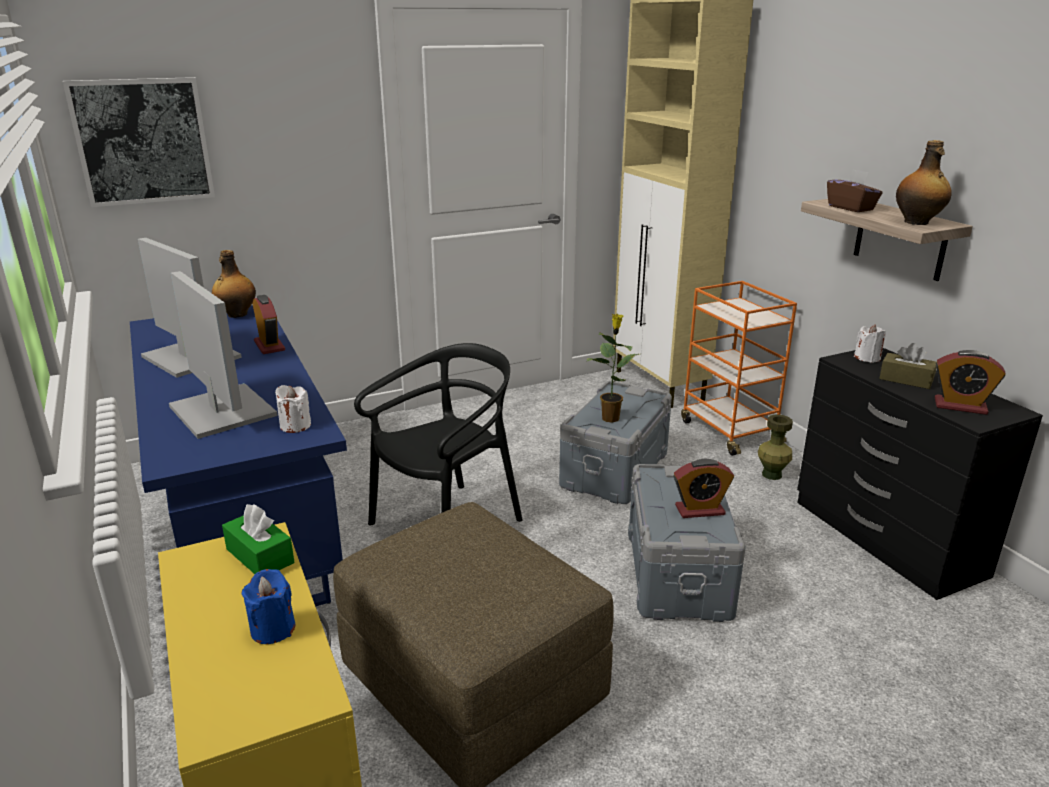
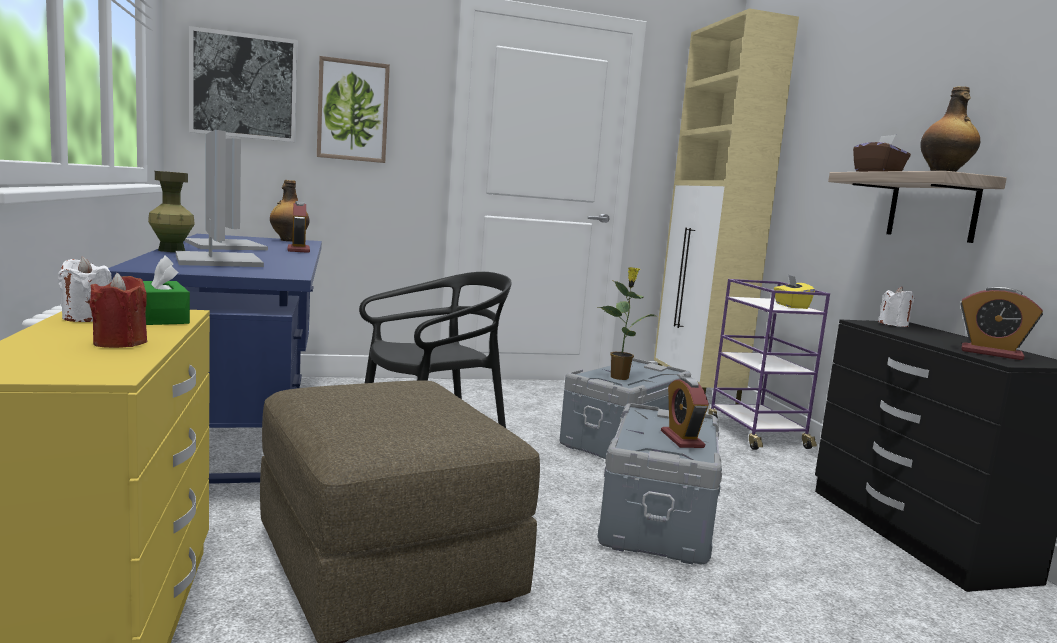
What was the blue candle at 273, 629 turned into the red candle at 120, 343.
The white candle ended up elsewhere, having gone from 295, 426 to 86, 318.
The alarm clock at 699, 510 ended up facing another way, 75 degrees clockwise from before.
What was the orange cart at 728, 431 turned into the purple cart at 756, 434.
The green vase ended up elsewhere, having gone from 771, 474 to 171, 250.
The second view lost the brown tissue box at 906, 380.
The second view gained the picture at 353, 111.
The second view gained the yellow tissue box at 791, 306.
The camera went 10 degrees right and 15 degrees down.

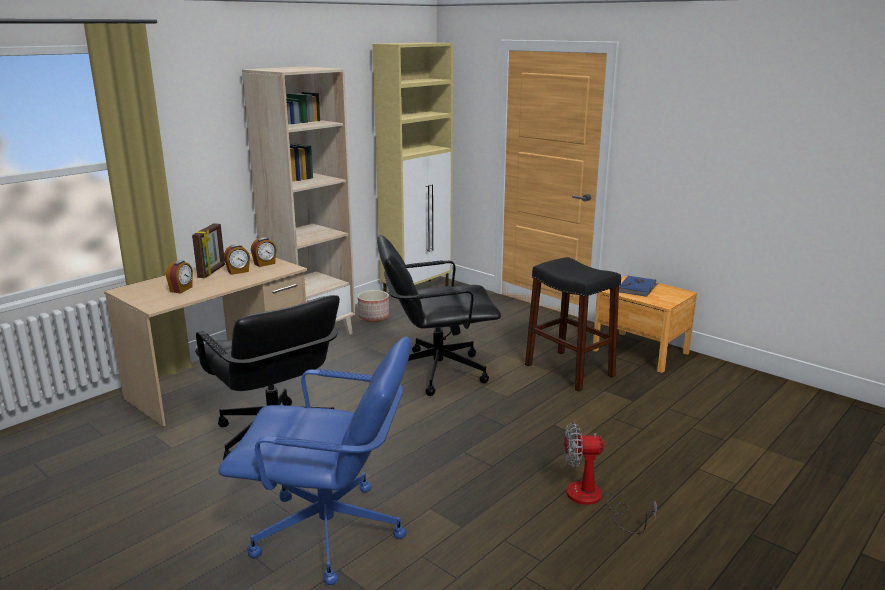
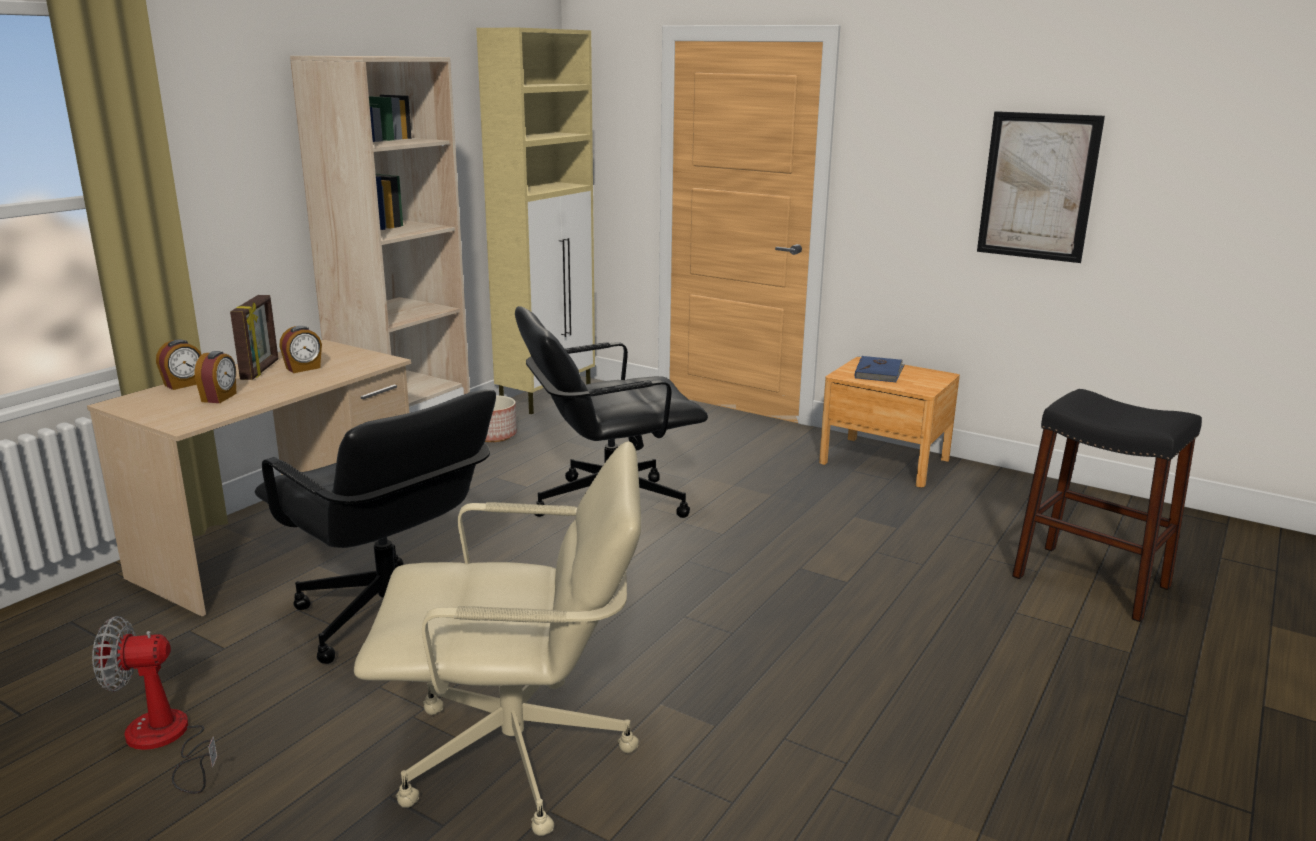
What was the blue office chair at 330, 533 turned into the beige office chair at 518, 756.
The alarm clock ended up elsewhere, having gone from 265, 264 to 183, 384.
The black stool ended up elsewhere, having gone from 569, 370 to 1090, 581.
The fan ended up elsewhere, having gone from 594, 501 to 166, 741.
The second view gained the picture at 1038, 186.
The camera went 10 degrees left and 0 degrees up.

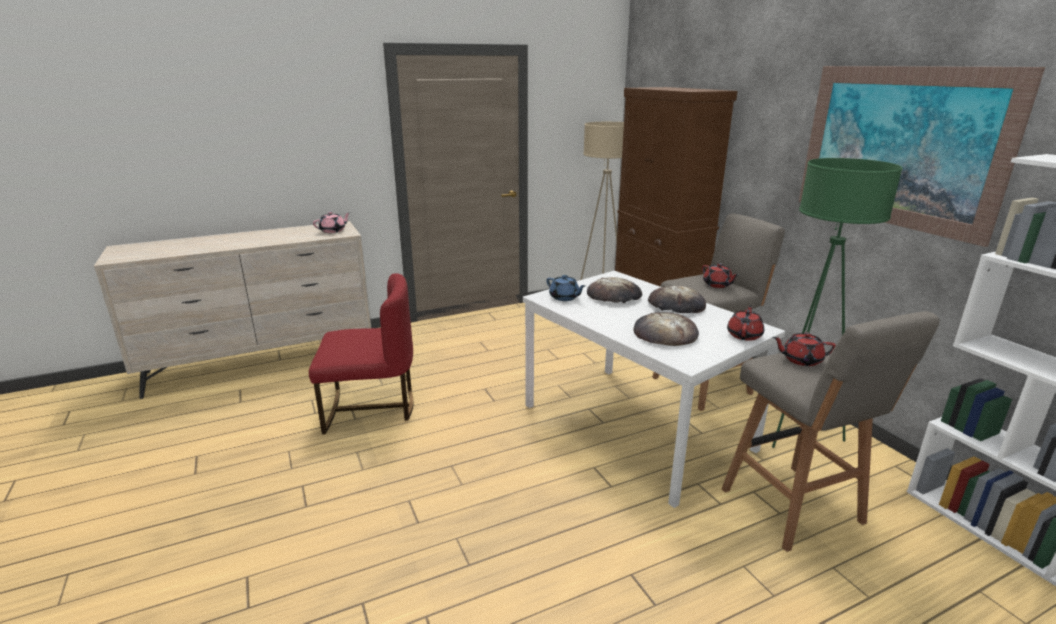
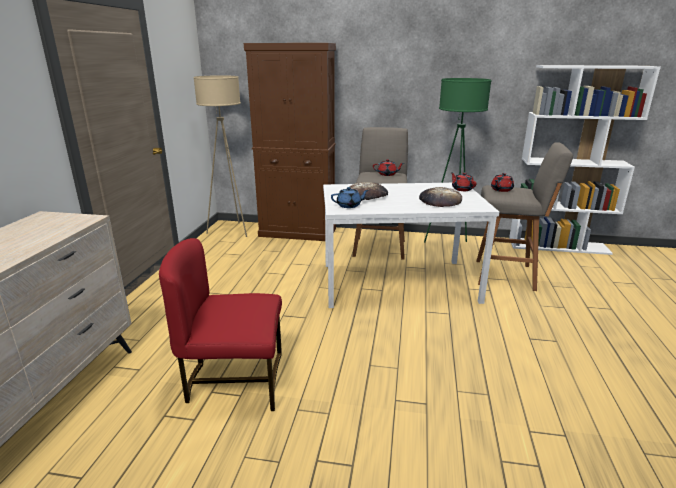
The red chair at 370, 408 ended up facing another way, 120 degrees counterclockwise from before.
The second view lost the pink teapot at 333, 231.
The second view lost the bread at 676, 305.
The second view lost the picture at 899, 147.
The camera went 55 degrees left and 0 degrees up.

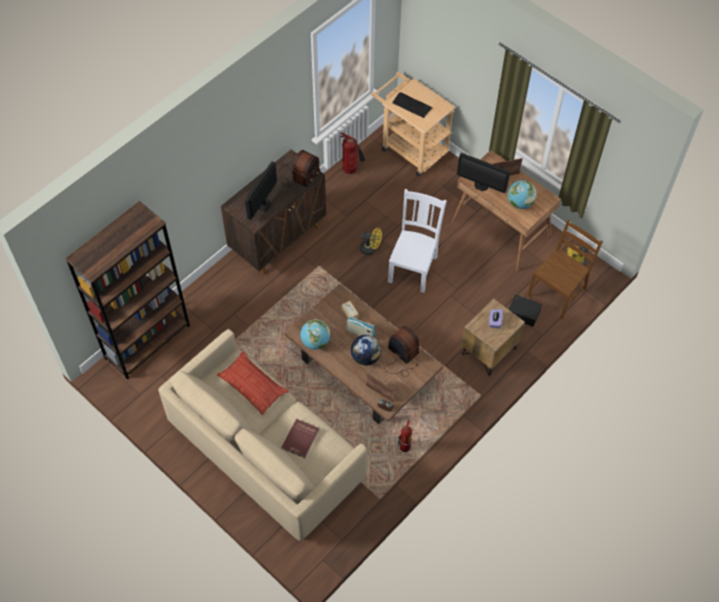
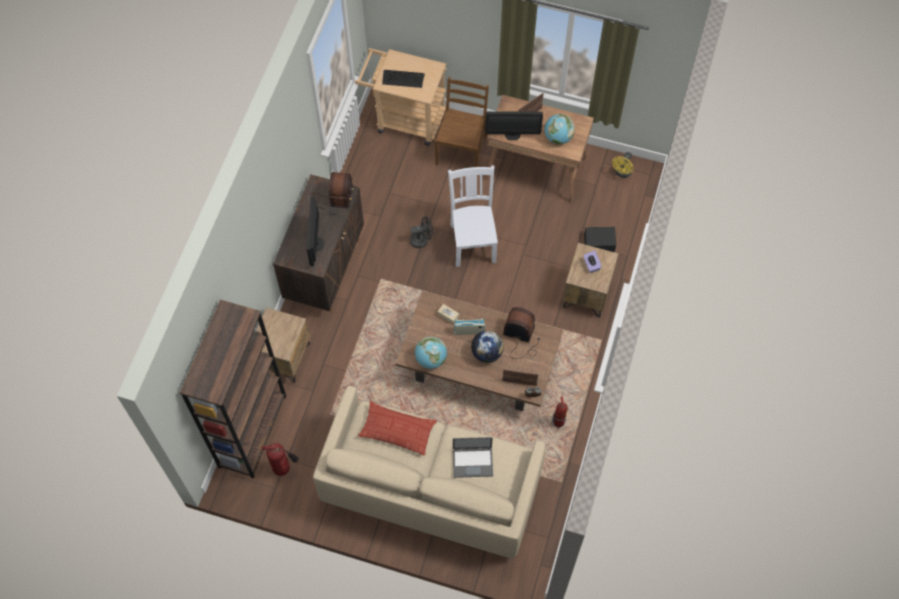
Where the red book stood at 301, 439, the laptop came to stand at 473, 462.
The fire extinguisher ended up elsewhere, having gone from 351, 170 to 284, 468.
What was the yellow fan at 371, 249 turned into the black fan at 422, 240.
The brown chair ended up elsewhere, having gone from 557, 292 to 461, 150.
The second view gained the brown nightstand at 283, 357.
The camera went 25 degrees left and 5 degrees up.

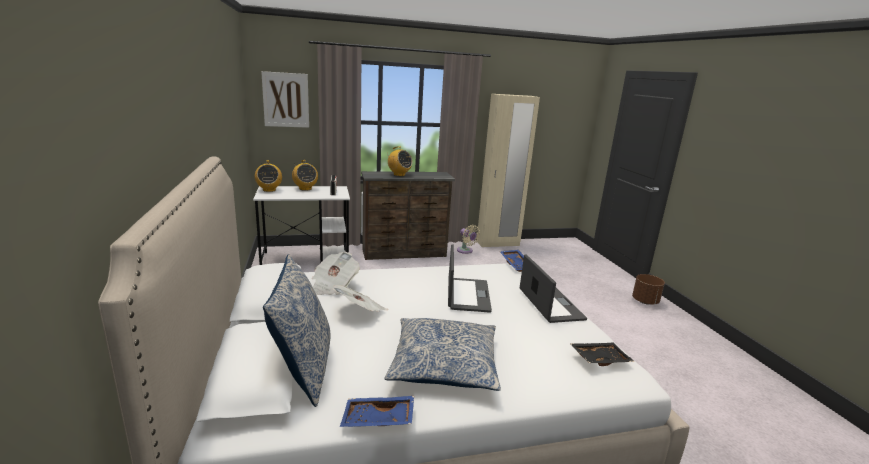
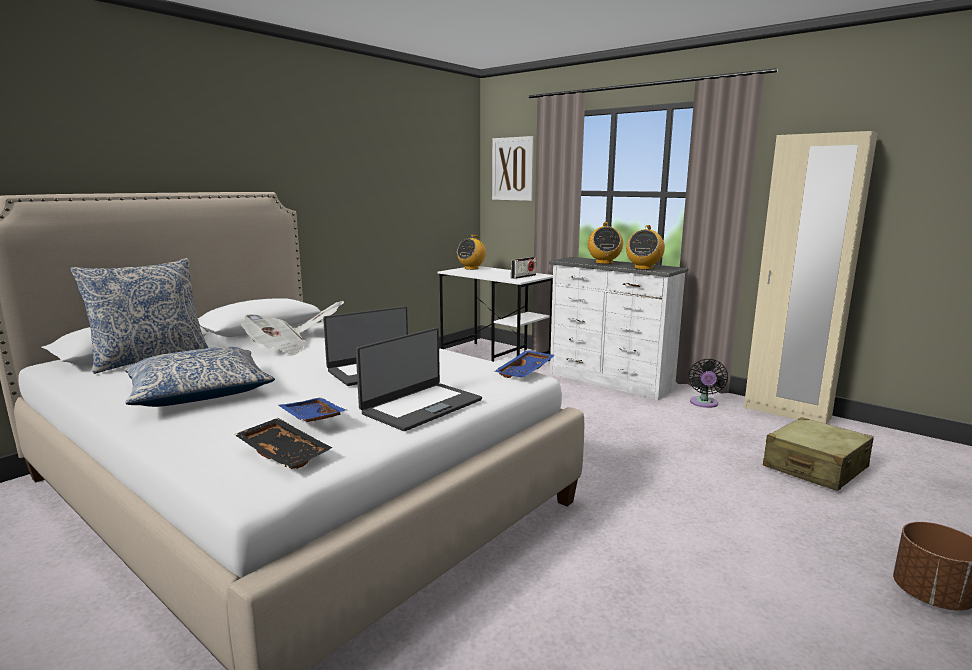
The radio ended up elsewhere, having gone from 305, 188 to 643, 268.
The blue tray ended up elsewhere, having gone from 378, 420 to 311, 419.
What was the brown dresser at 405, 253 turned into the white dresser at 609, 381.
What was the beige fan at 466, 251 turned into the black fan at 704, 404.
The second view gained the beige suitcase at 815, 468.
The camera went 55 degrees right and 5 degrees down.

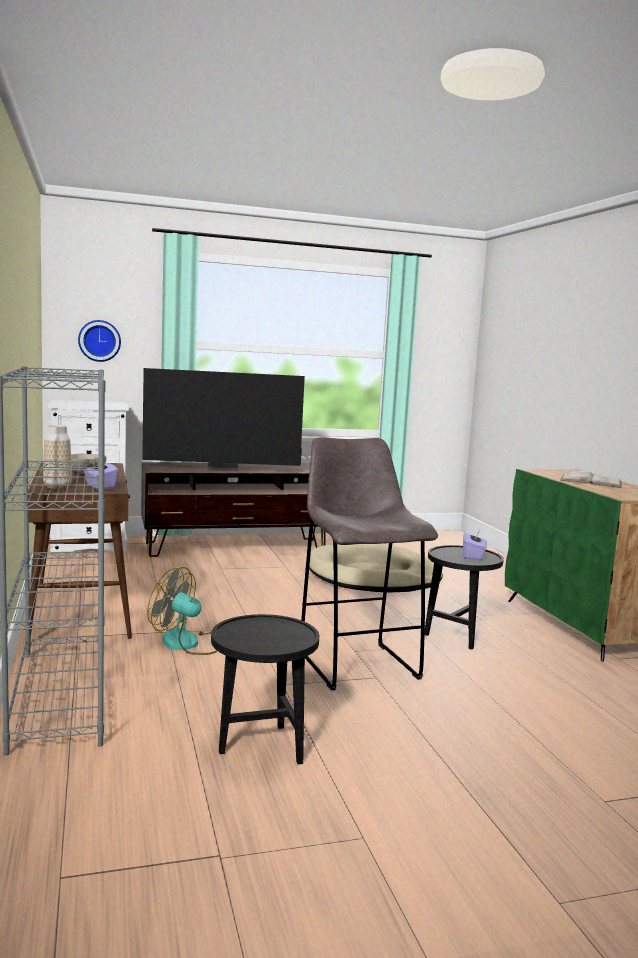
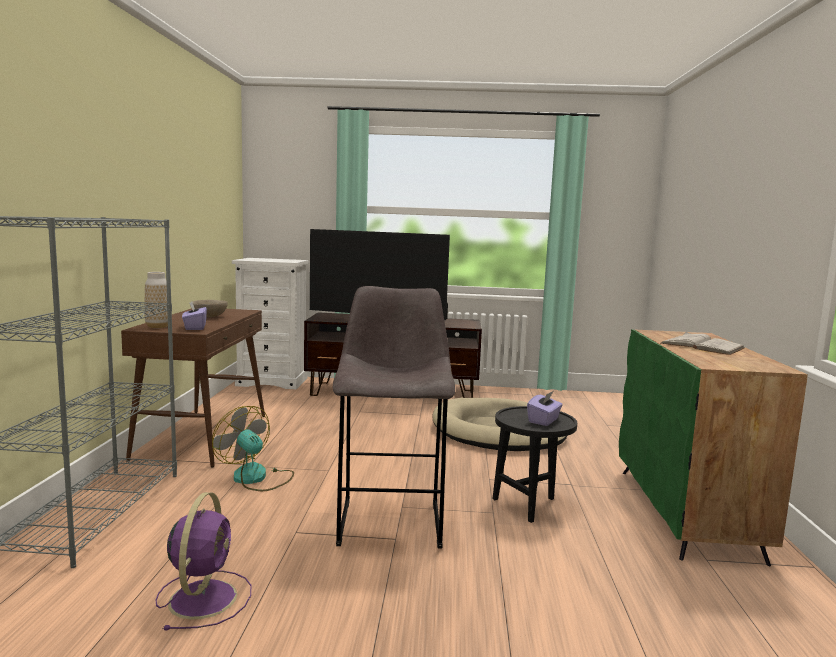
The second view lost the wall clock at 99, 341.
Where the black side table stood at 260, 747, the purple fan came to stand at 204, 597.
The camera went 20 degrees right and 0 degrees up.

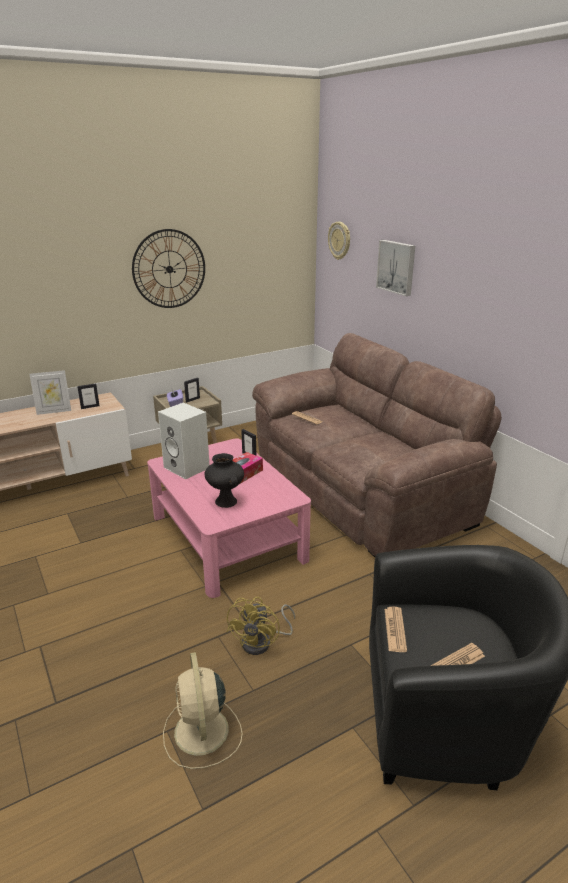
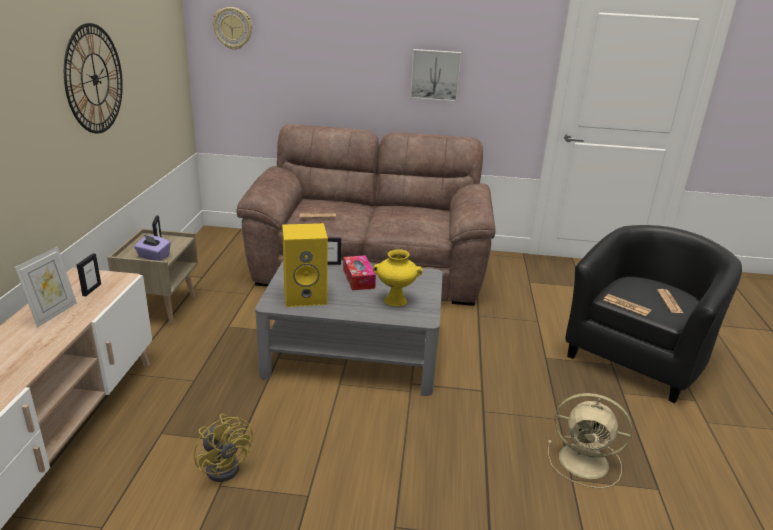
What was the pink coffee table at 227, 537 turned into the grey coffee table at 353, 352.
What was the white speaker at 188, 467 turned into the yellow speaker at 306, 296.
What was the black vase at 225, 501 turned into the yellow vase at 395, 301.
The yellow fan ended up elsewhere, having gone from 262, 642 to 226, 465.
The picture ended up elsewhere, having gone from 397, 267 to 435, 75.
The camera went 55 degrees left and 0 degrees up.

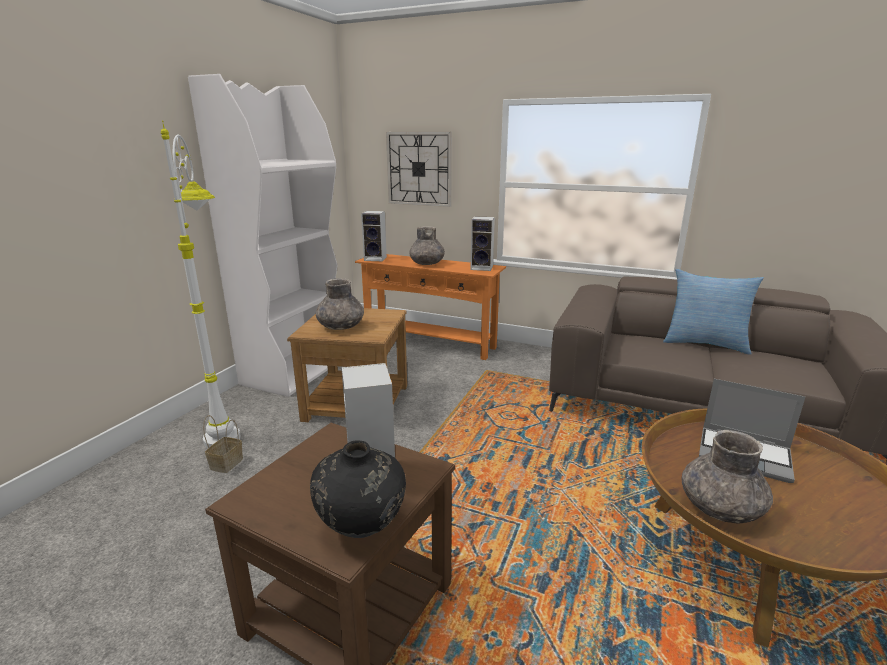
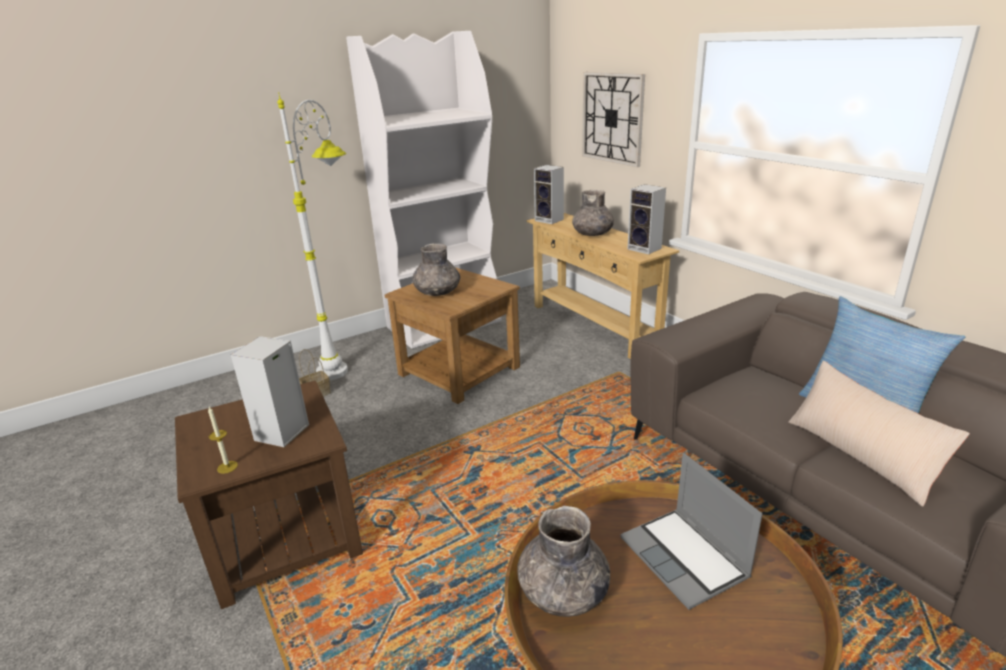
Where the black vase stood at 362, 528, the candle came to stand at 227, 467.
What was the orange console table at 430, 343 turned into the beige console table at 594, 325.
The second view gained the beige pillow at 861, 455.
The camera went 35 degrees right and 5 degrees up.

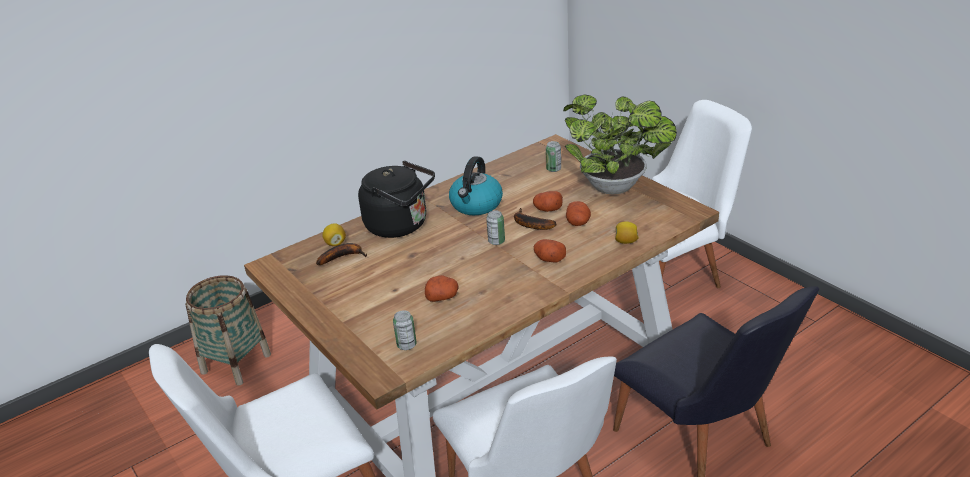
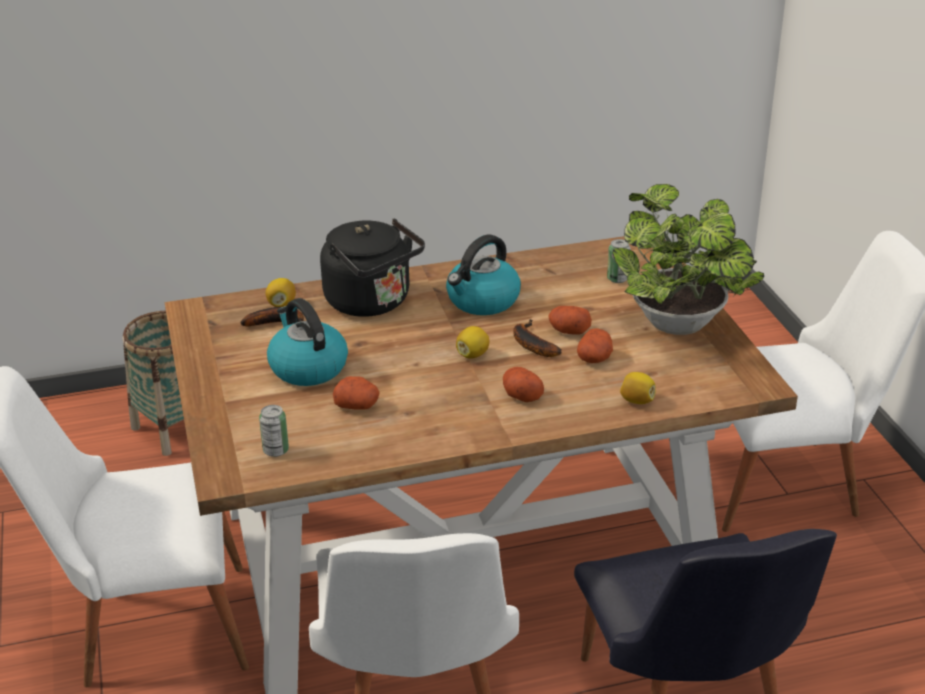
Where the can stood at 496, 241, the lemon came to stand at 472, 354.
The second view gained the kettle at 307, 367.
The camera went 20 degrees right and 0 degrees up.

